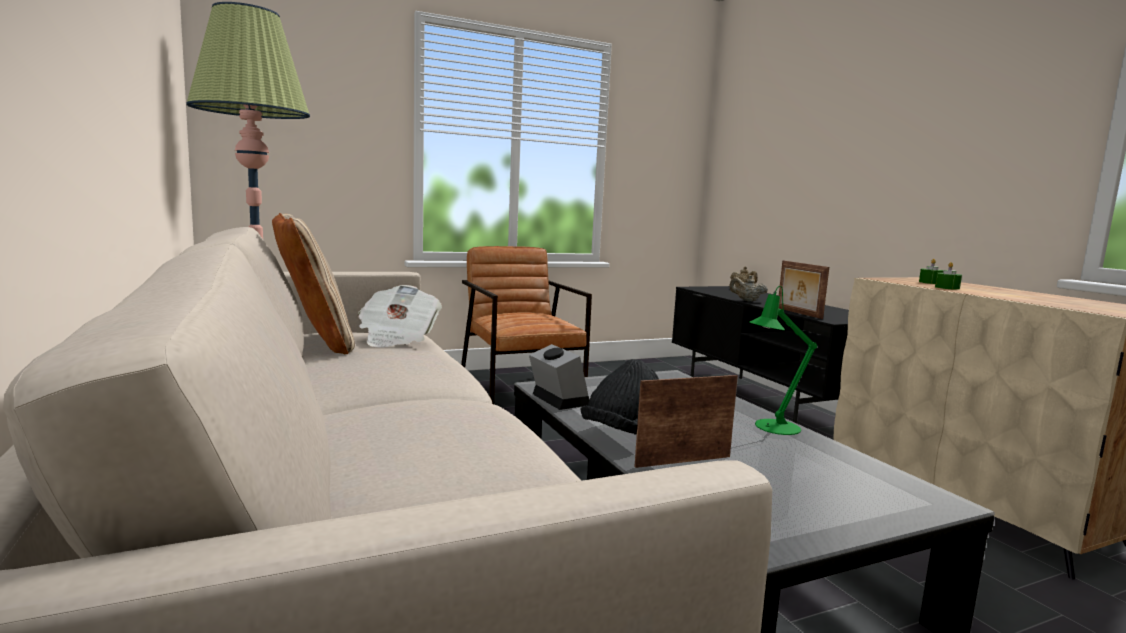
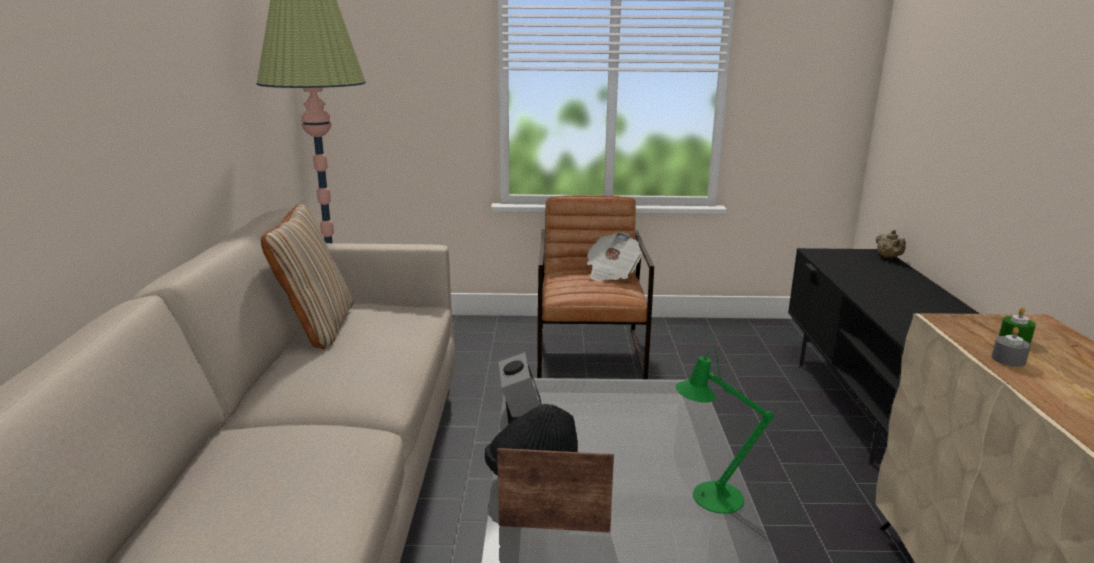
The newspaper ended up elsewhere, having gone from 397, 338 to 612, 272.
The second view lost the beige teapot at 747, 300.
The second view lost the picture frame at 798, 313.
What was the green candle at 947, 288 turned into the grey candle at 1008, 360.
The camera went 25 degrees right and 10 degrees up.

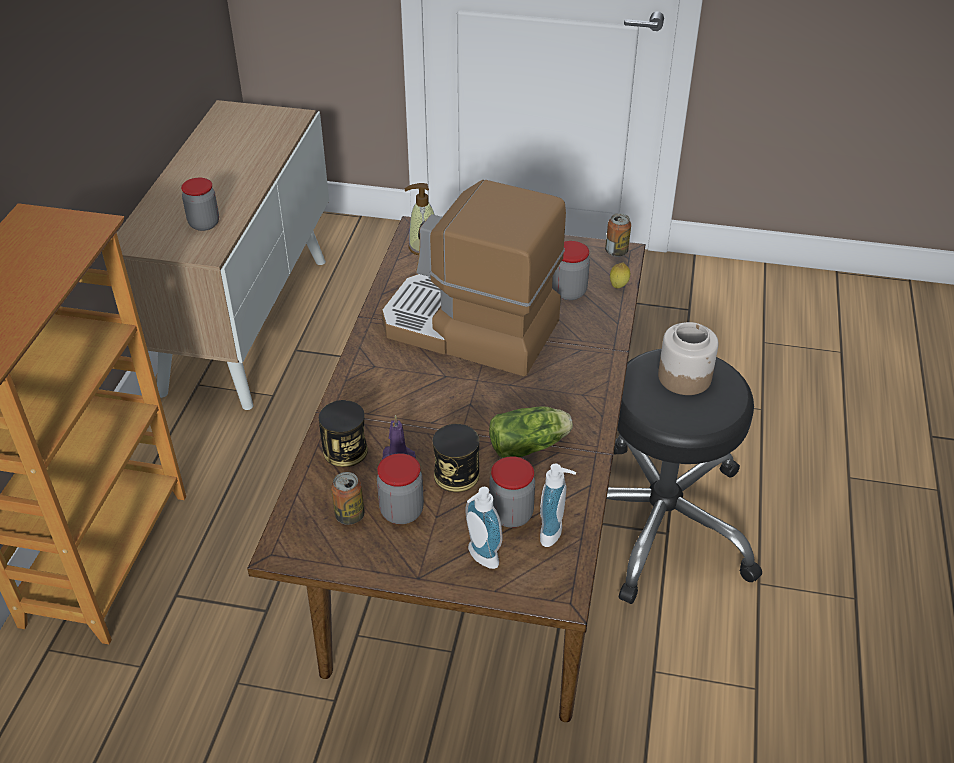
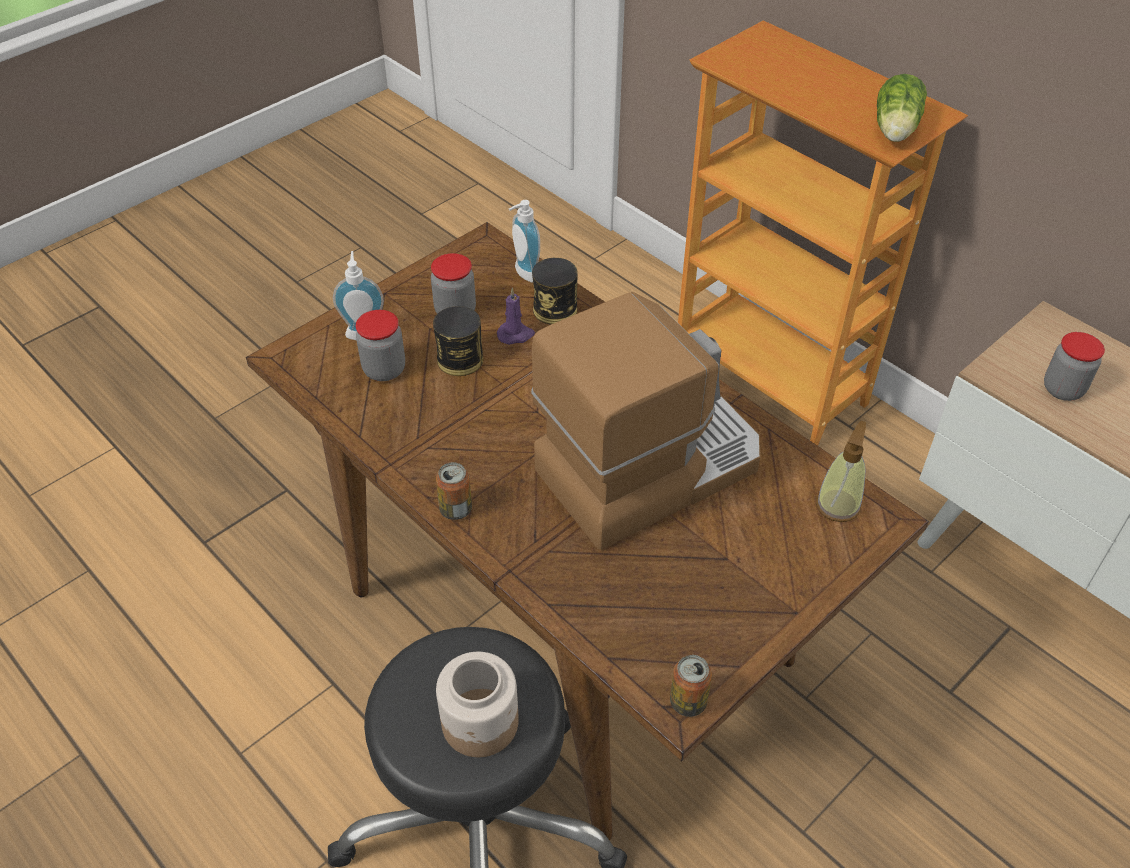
The can ended up elsewhere, having gone from 349, 515 to 456, 509.
The lettuce ended up elsewhere, having gone from 531, 445 to 895, 130.
The soap dispenser ended up elsewhere, having gone from 555, 534 to 523, 274.
The second view lost the jar at 569, 292.
The second view lost the lemon at 618, 286.
The camera went 125 degrees right and 5 degrees up.

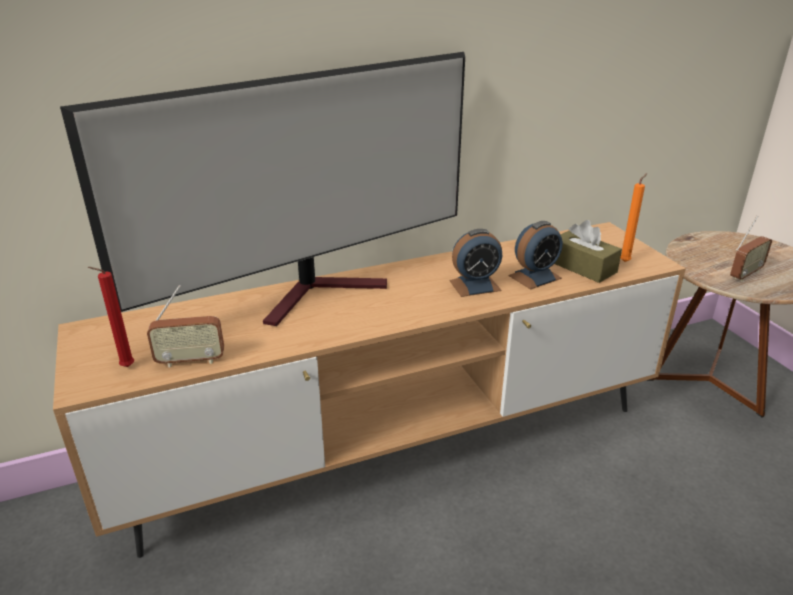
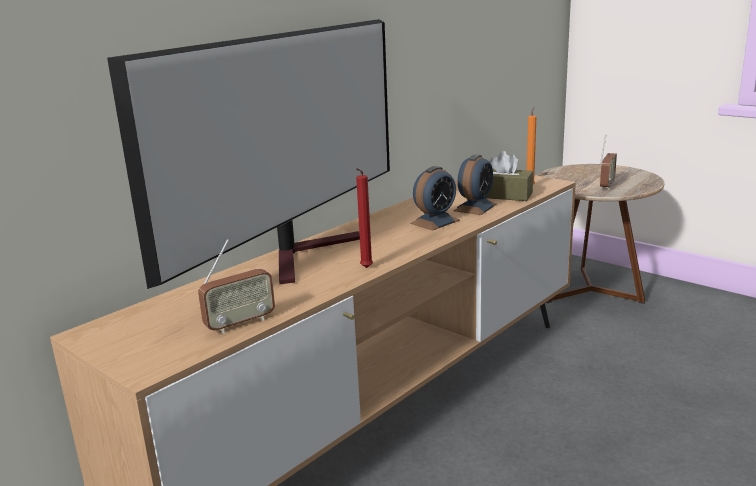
The red candle ended up elsewhere, having gone from 125, 367 to 365, 268.
The camera went 25 degrees left and 10 degrees down.

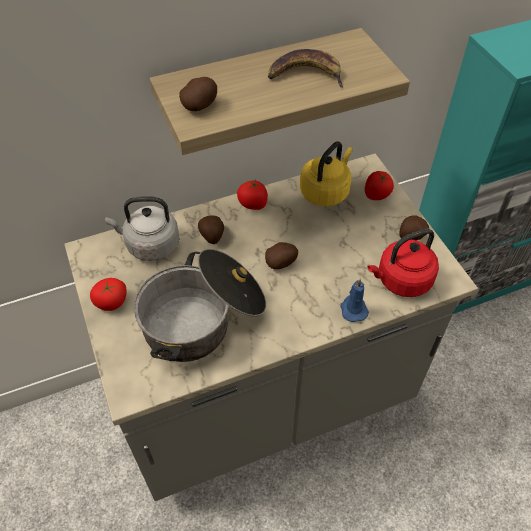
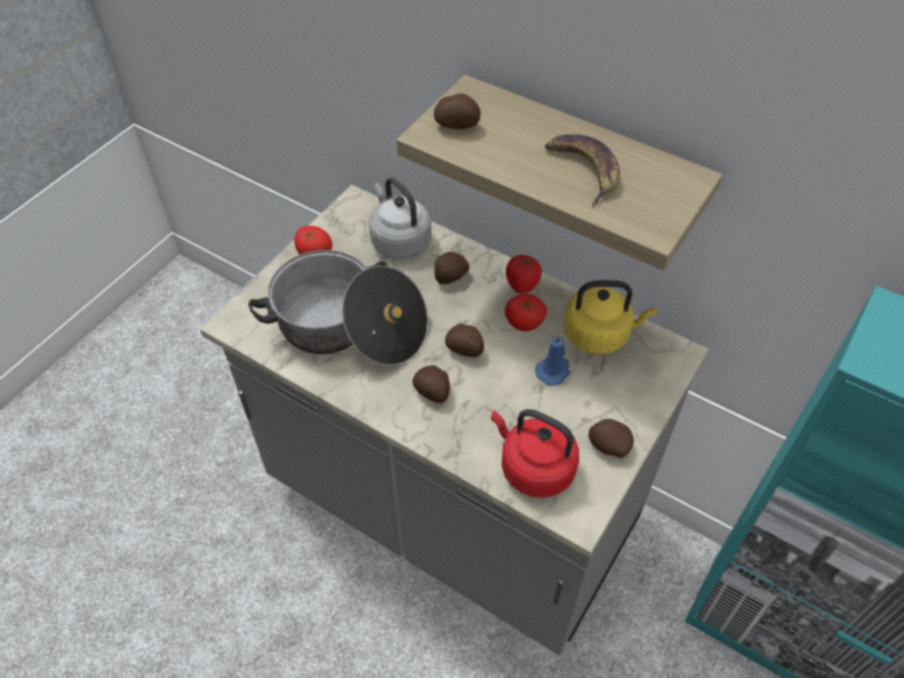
The blue candle ended up elsewhere, having gone from 353, 309 to 553, 371.
The tomato ended up elsewhere, having gone from 376, 194 to 524, 323.
The second view gained the potato at 433, 392.
The camera went 55 degrees right and 0 degrees up.

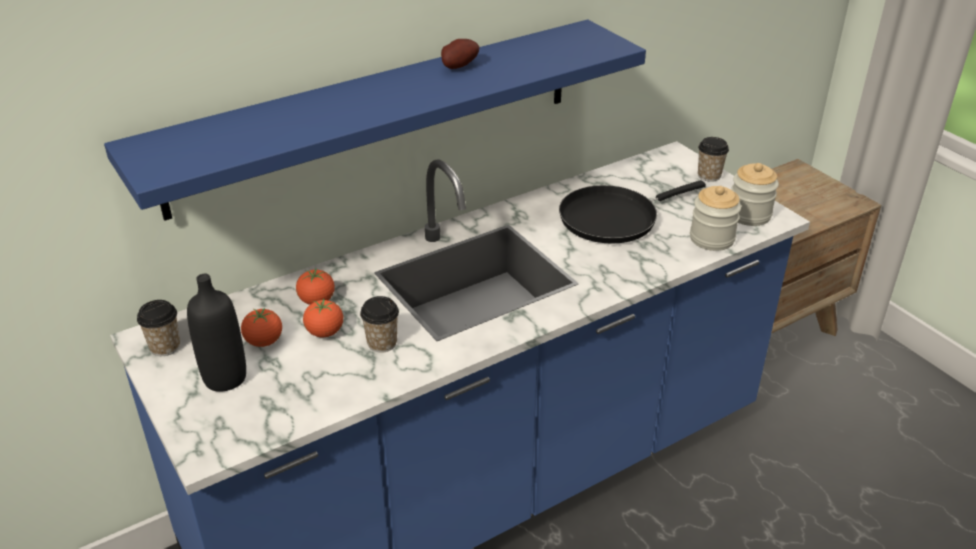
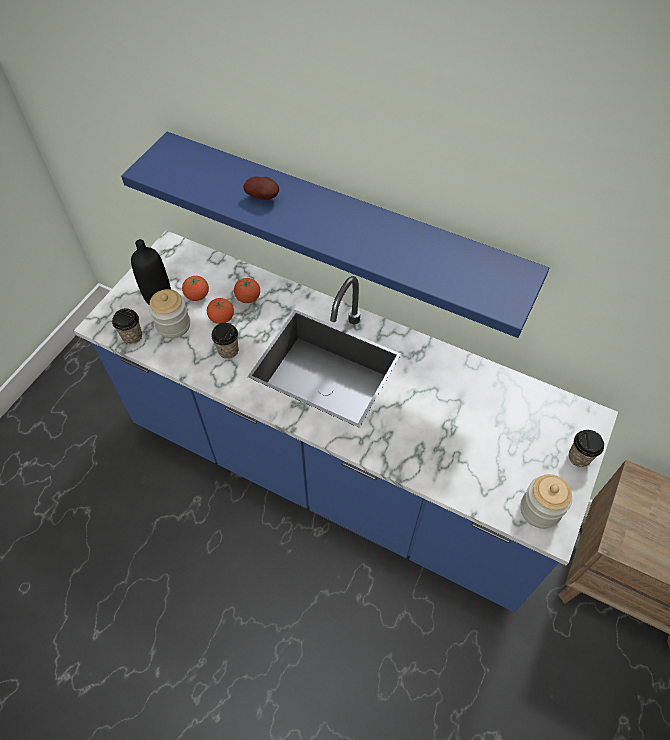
The cup ended up elsewhere, having gone from 165, 347 to 132, 336.
The potato ended up elsewhere, having gone from 458, 67 to 264, 197.
The second view lost the black frying pan at 614, 218.
The jar ended up elsewhere, having gone from 711, 239 to 173, 325.
The camera went 60 degrees right and 20 degrees up.

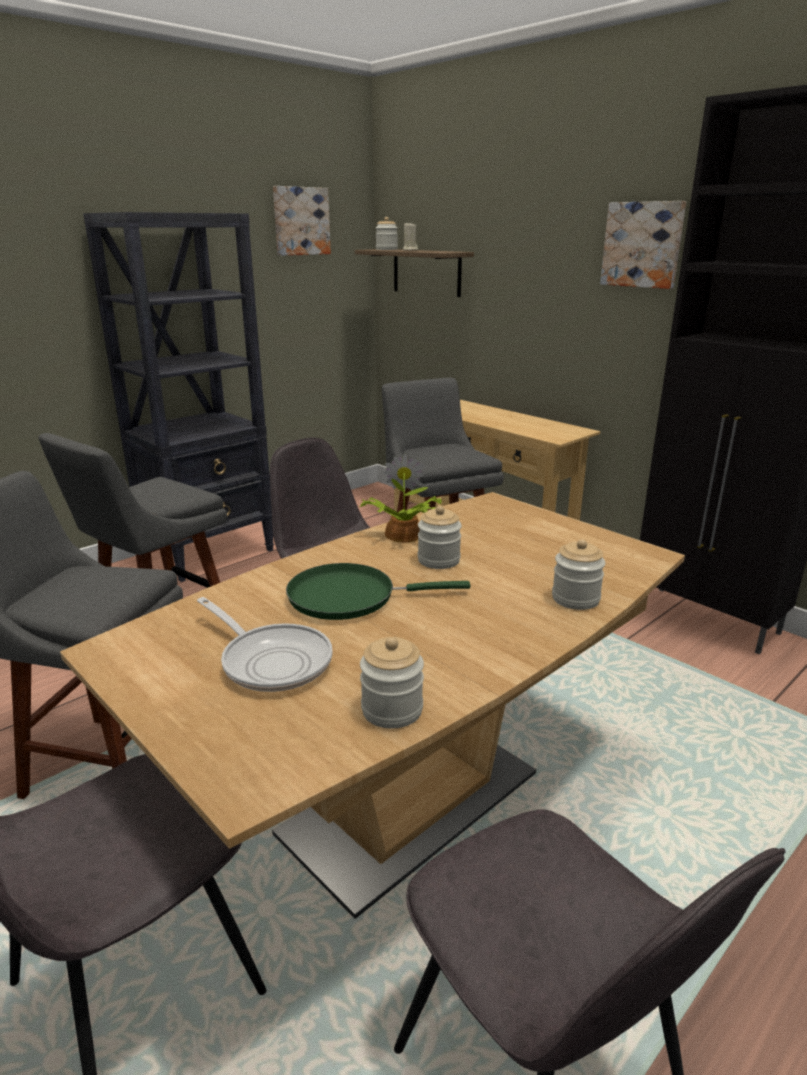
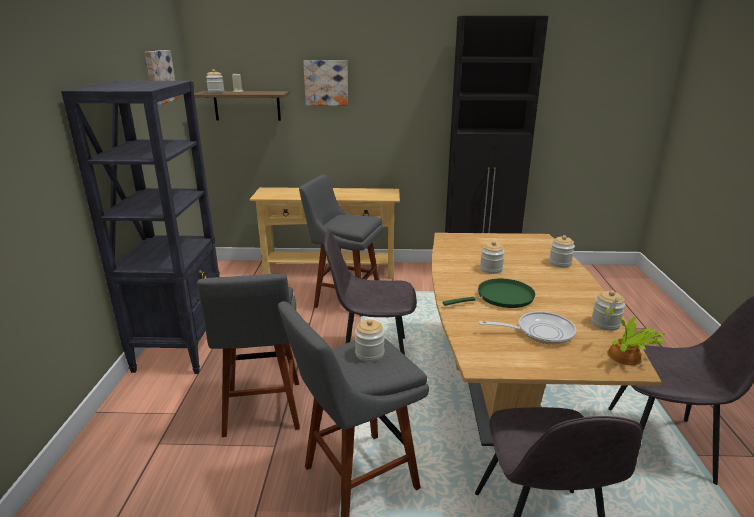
The green frying pan at 349, 597 ended up facing another way, 150 degrees counterclockwise from before.
The potted plant ended up elsewhere, having gone from 402, 535 to 625, 357.
The picture ended up elsewhere, having gone from 643, 244 to 326, 82.
The second view gained the jar at 369, 354.
The camera went 45 degrees left and 0 degrees up.

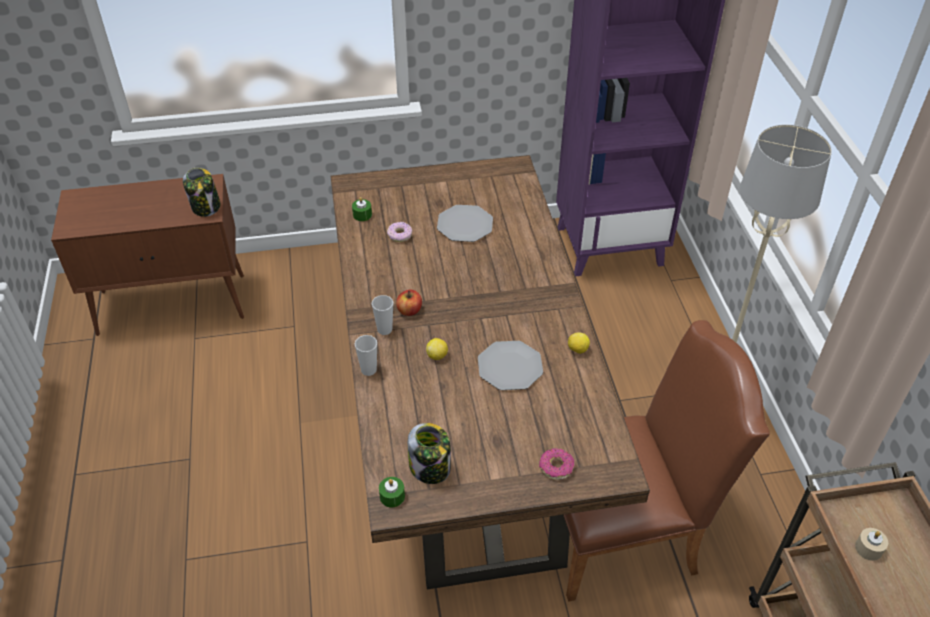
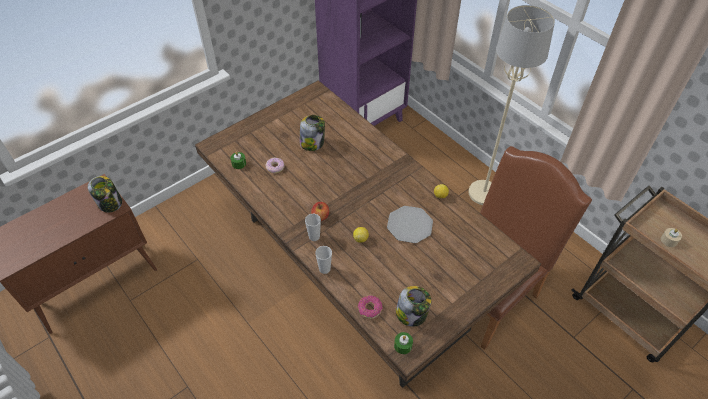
Where the plate stood at 465, 225, the jar came to stand at 312, 143.
The donut ended up elsewhere, having gone from 556, 467 to 370, 309.
The camera went 30 degrees left and 5 degrees up.

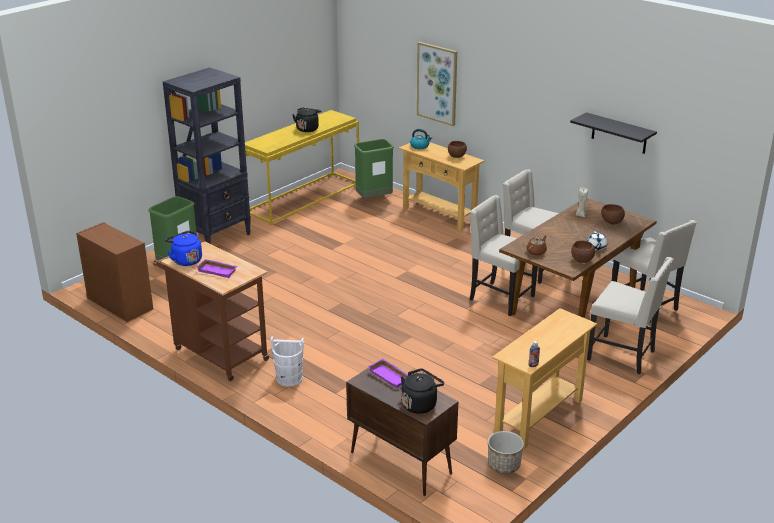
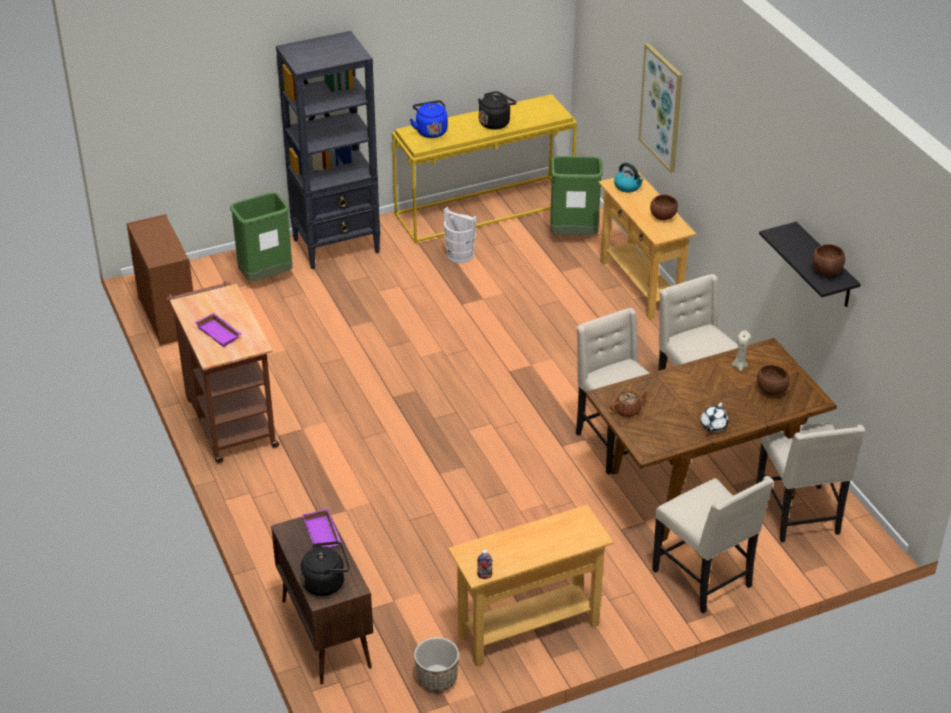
The blue kettle ended up elsewhere, having gone from 185, 260 to 430, 131.
The white bucket ended up elsewhere, having gone from 289, 378 to 460, 255.
The brown bowl ended up elsewhere, having gone from 582, 260 to 826, 271.
The camera went 25 degrees right and 10 degrees up.

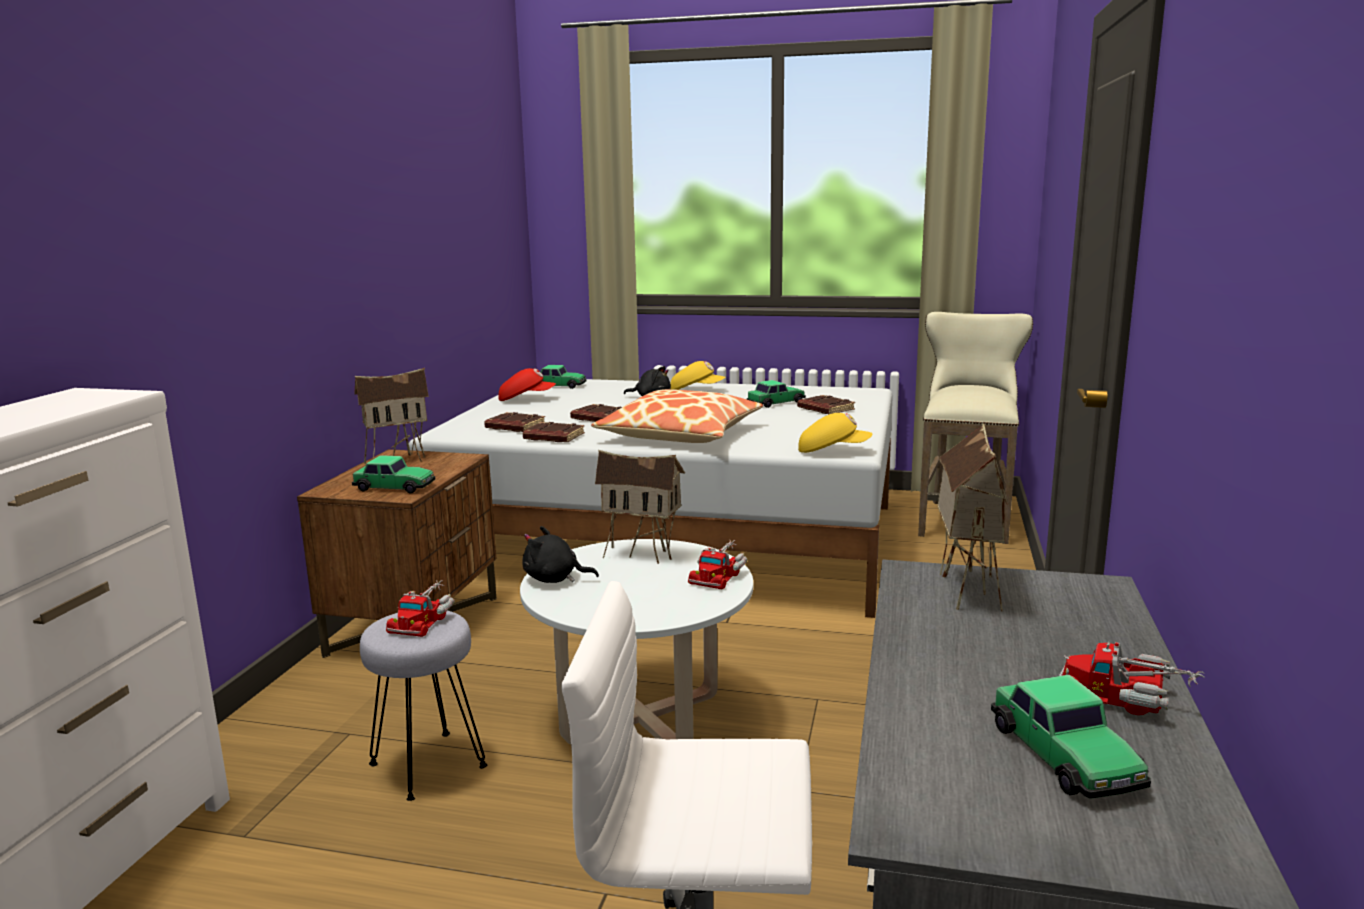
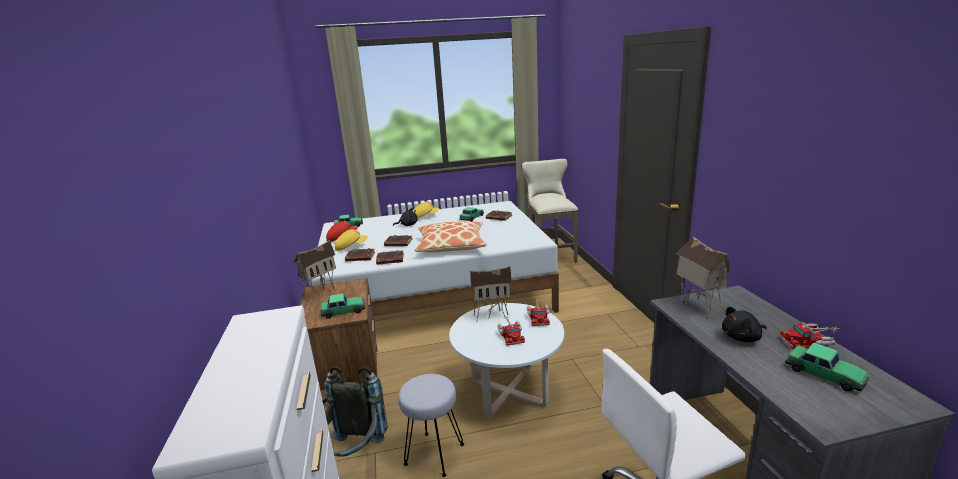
The toy truck ended up elsewhere, having gone from 423, 620 to 511, 335.
The black plush toy ended up elsewhere, having gone from 554, 579 to 742, 337.
The yellow cap ended up elsewhere, having gone from 832, 451 to 351, 247.
The second view gained the grey backpack at 355, 453.
The camera went 25 degrees left and 5 degrees up.

